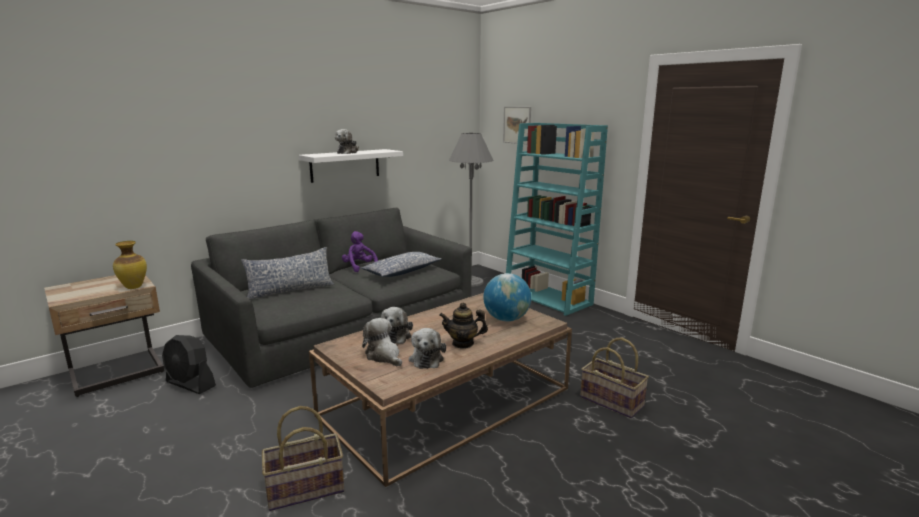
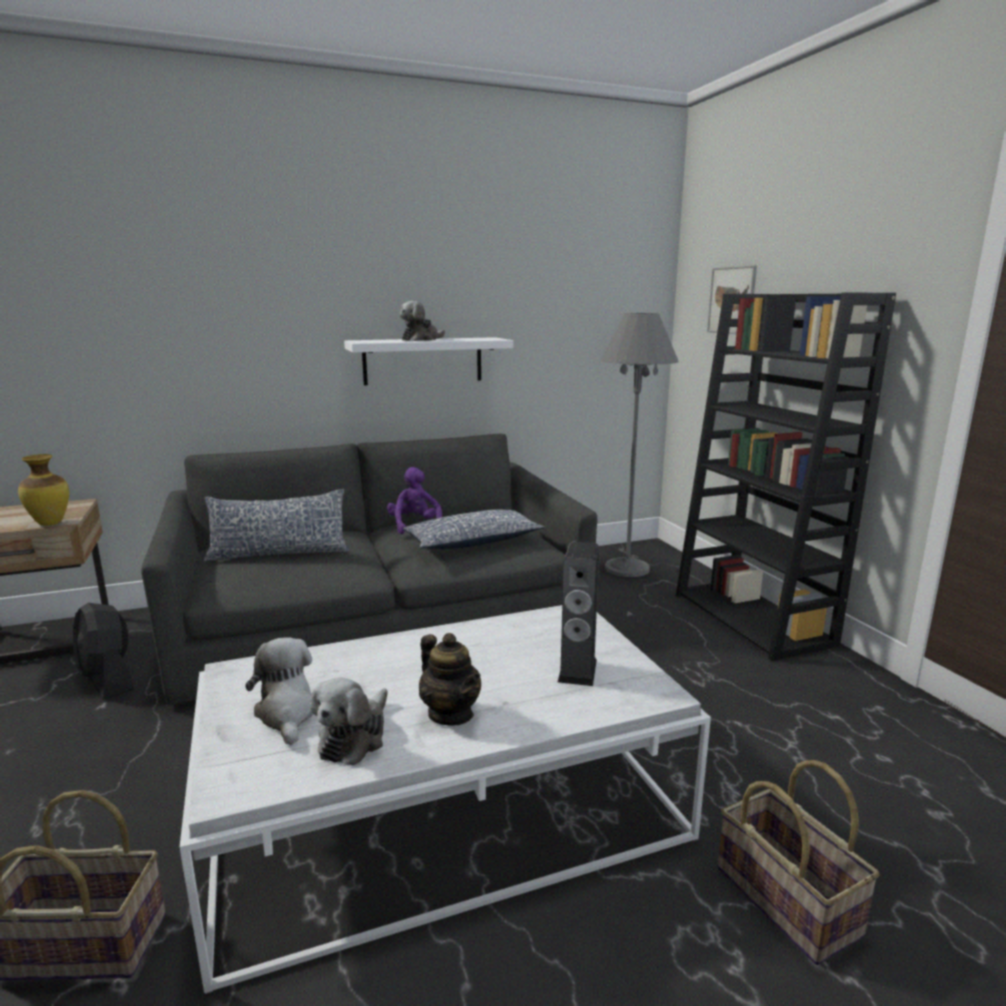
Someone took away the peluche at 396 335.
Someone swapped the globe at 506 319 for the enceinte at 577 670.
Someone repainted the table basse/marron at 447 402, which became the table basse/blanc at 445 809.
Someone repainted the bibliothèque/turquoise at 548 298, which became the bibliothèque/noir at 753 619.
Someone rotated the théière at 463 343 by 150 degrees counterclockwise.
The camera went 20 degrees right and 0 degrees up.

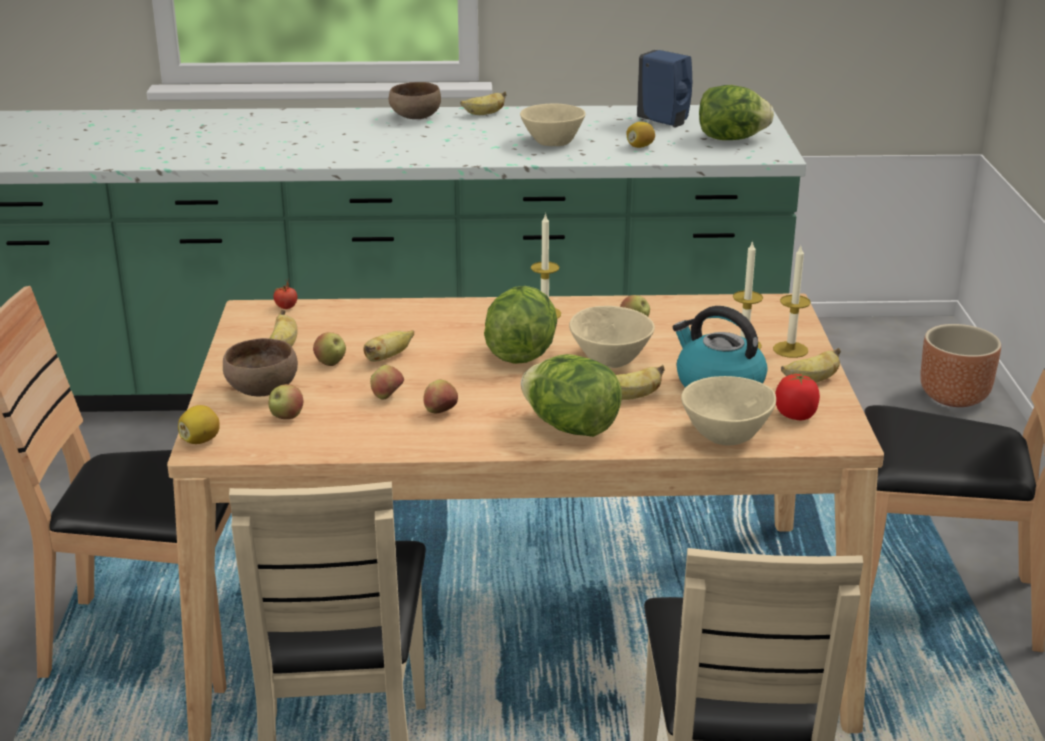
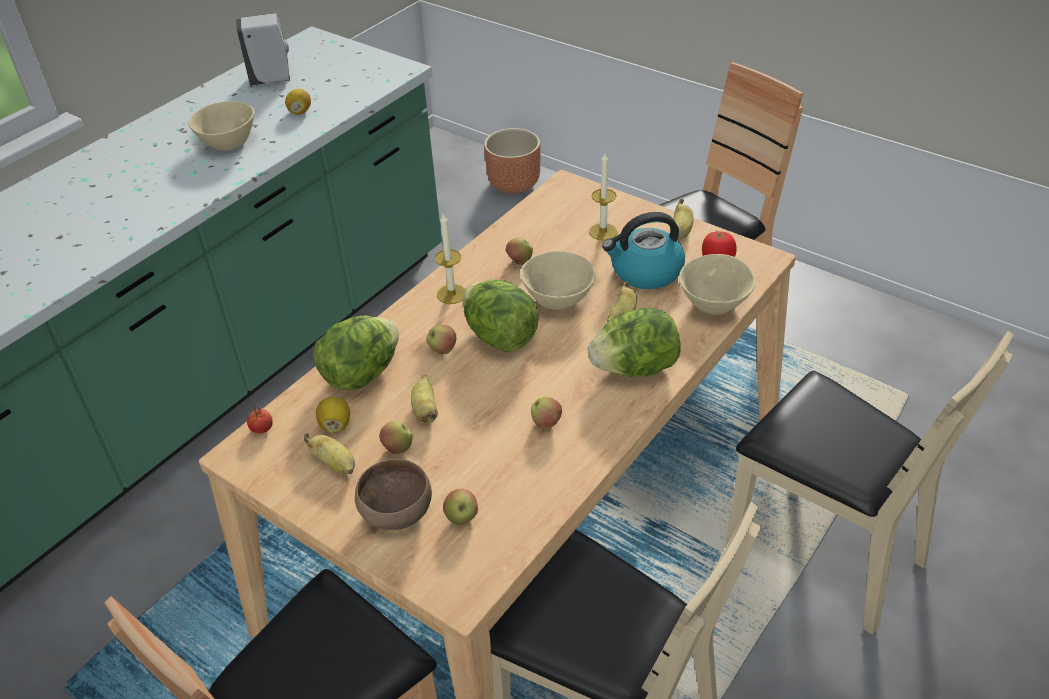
Someone took away the bol/marron at 414 117.
Someone took away the banane at 484 114.
Someone took away the bougie at 790 349.
Someone carried the citron from 201 440 to 335 425.
Someone carried the pomme from 387 397 to 443 350.
Someone carried the laitue from 731 139 to 361 374.
Someone repainted the distributeur de savon/bleu at 664 122, which became the distributeur de savon/blanc at 273 80.
The camera went 50 degrees left and 15 degrees up.

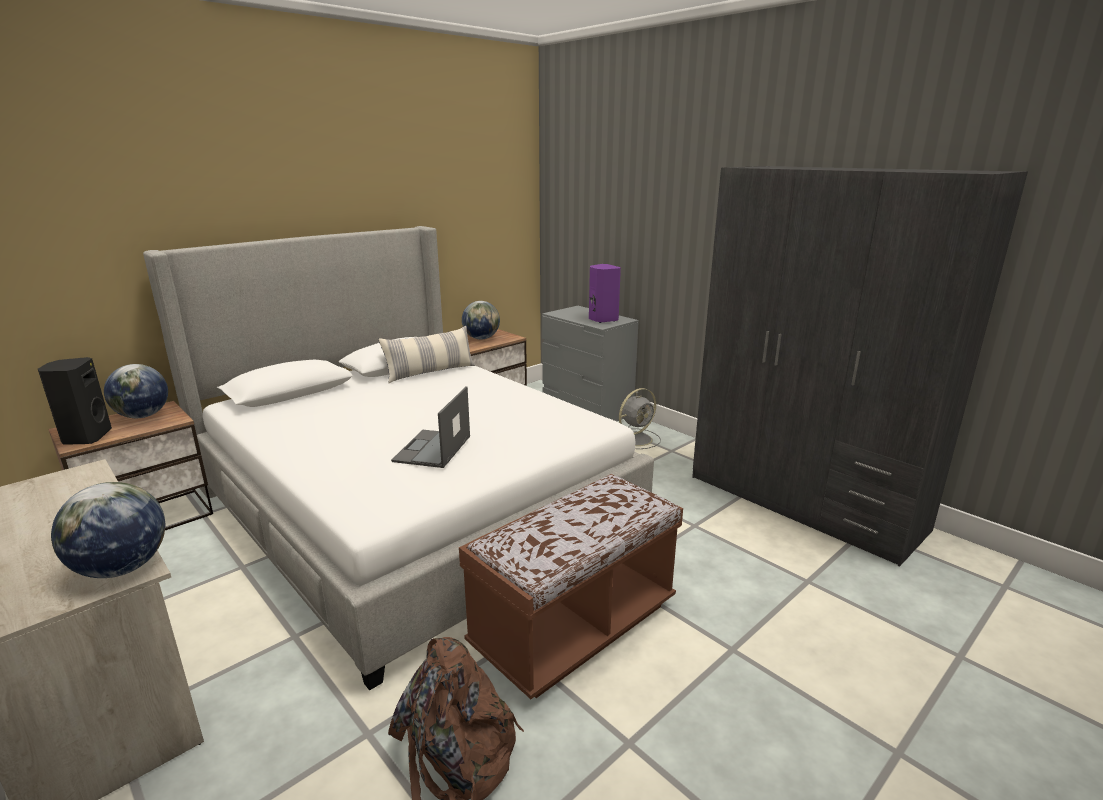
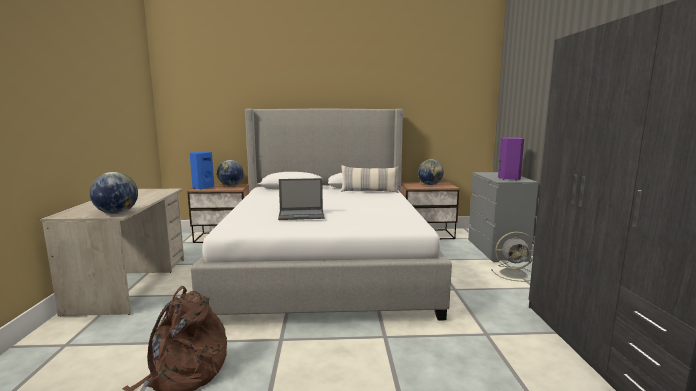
Someone took away the banc/marron at 574 626.
Someone repainted the enceinte/noir at 85 437, which became the enceinte/bleu at 202 188.
Someone rotated the ordinateur portable at 432 449 by 150 degrees counterclockwise.
The camera went 40 degrees right and 10 degrees down.

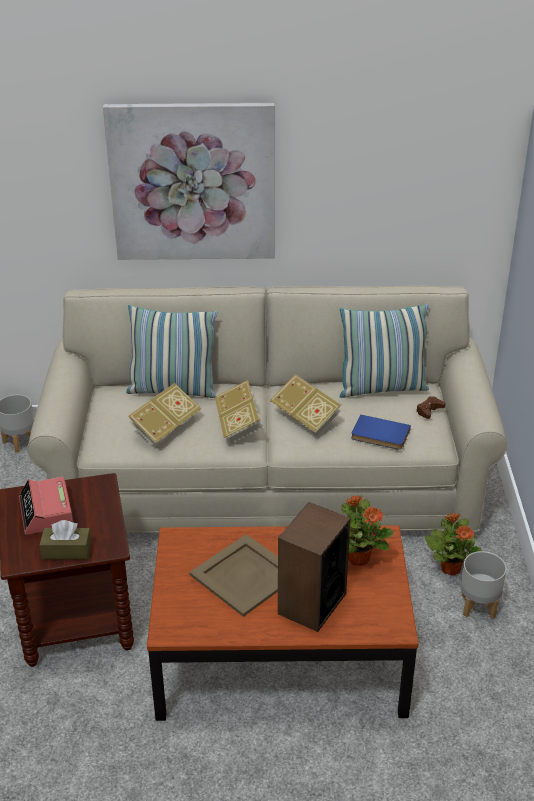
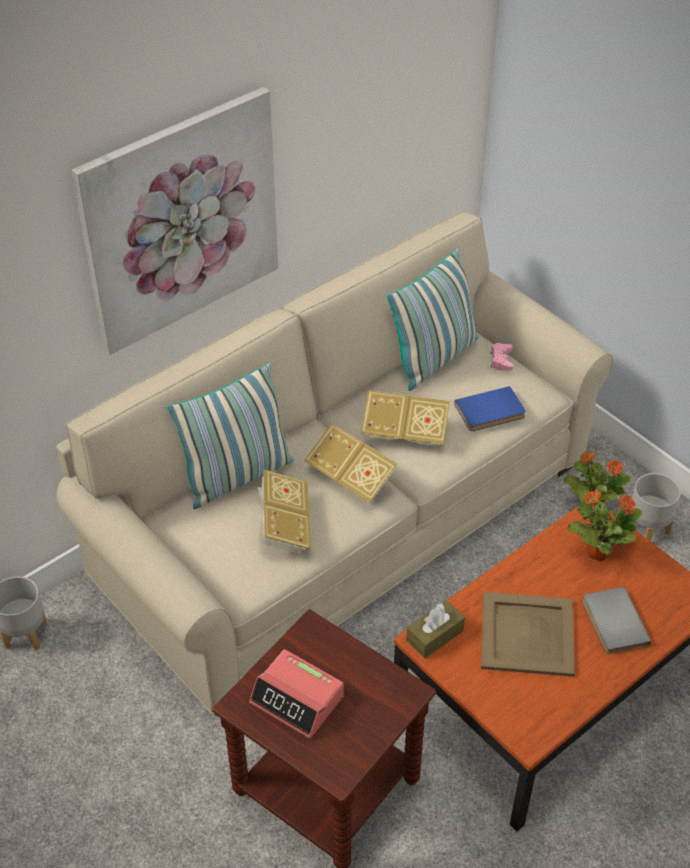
Someone carried the boîte à mouchoirs/marron from 67 551 to 434 635.
Someone swapped the enceinte at 311 603 for the livre/gris at 612 623.
Someone repainted the manette/marron at 429 410, which became the manette/rose at 501 360.
The camera went 40 degrees left and 10 degrees up.

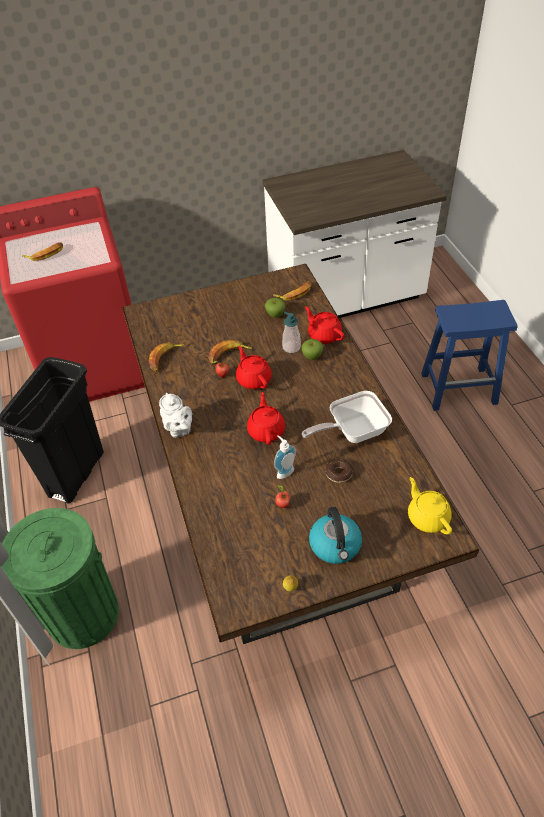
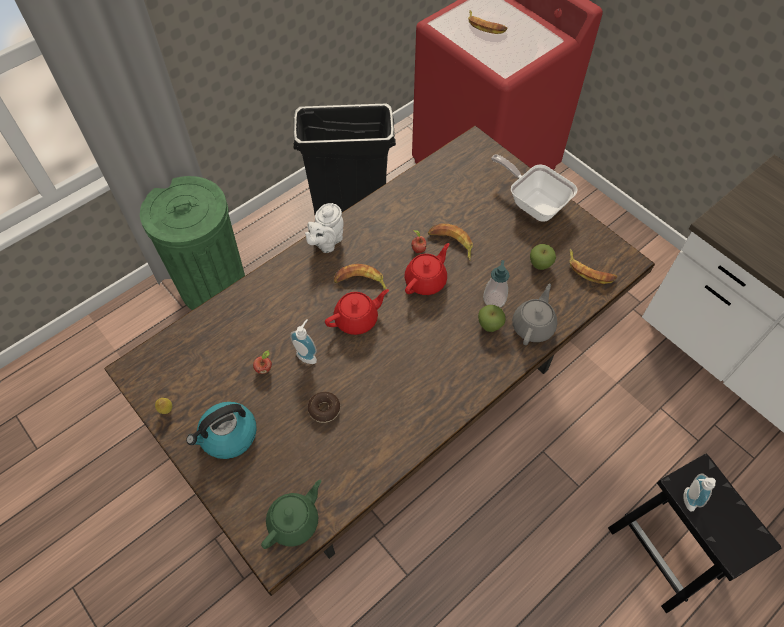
Someone put down the distributeur de savon at 686 499.
Someone carried the banane from 165 358 to 360 282.
Someone carried the poêle from 352 431 to 533 203.
Someone repainted the théière/rouge at 324 335, which became the théière/gris at 533 326.
Someone repainted the théière/jaune at 427 517, which became the théière/vert at 294 521.
Someone repainted the tabouret/bleu at 459 388, which became the tabouret/noir at 666 553.
The camera went 65 degrees right and 10 degrees up.

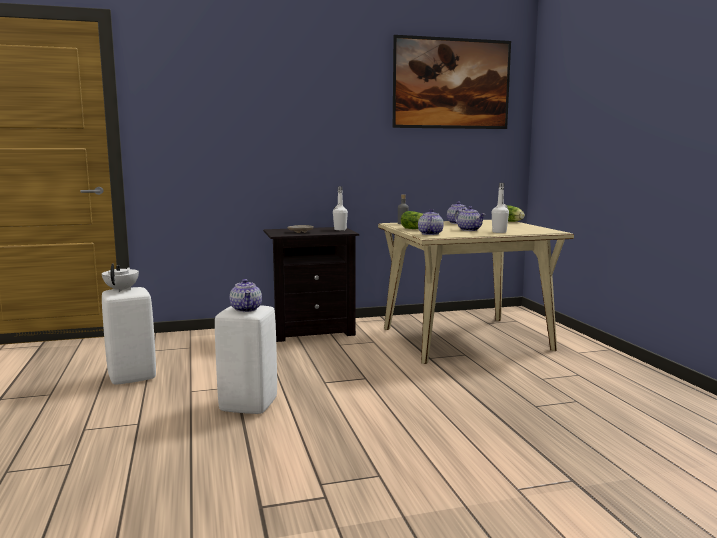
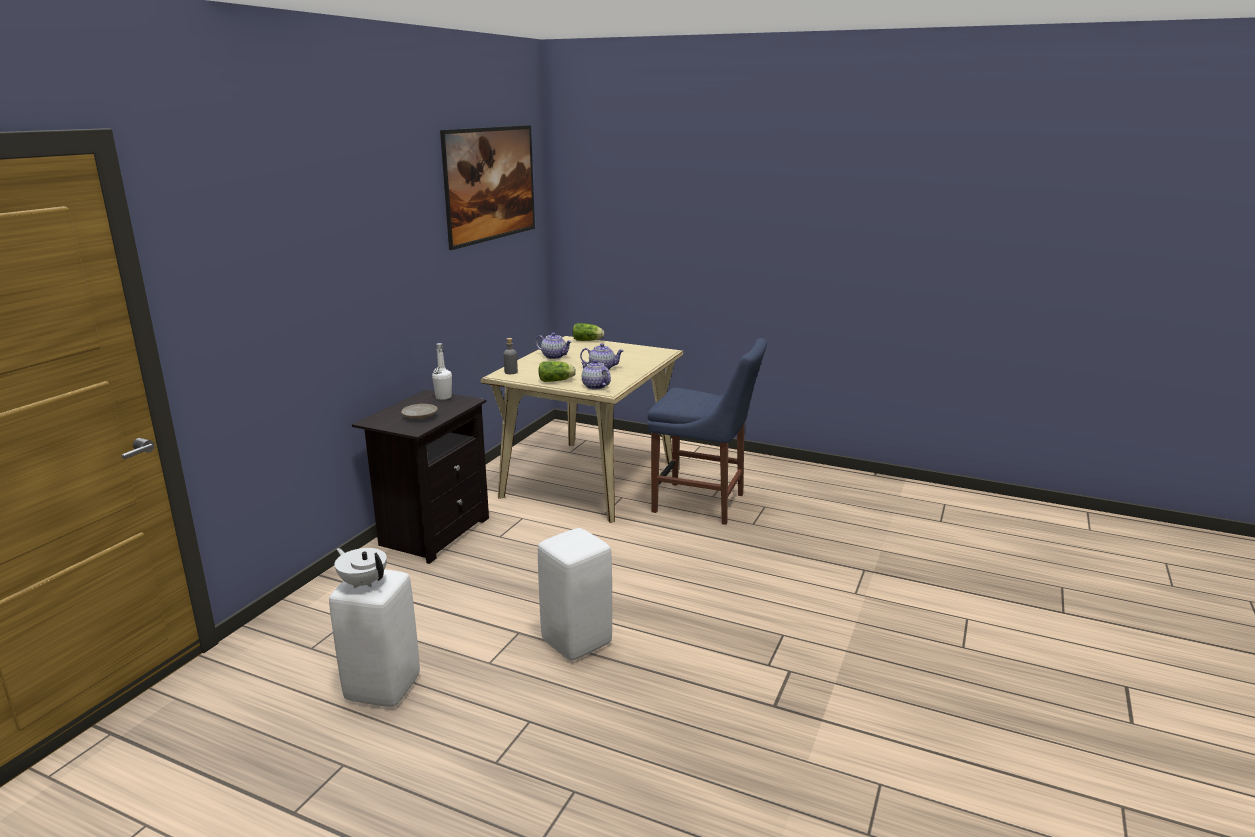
Someone took away the théière at 246 309.
Someone took away the bouteille/blanc at 499 232.
Someone put down the chaise/bleu at 703 504.
The camera went 50 degrees left and 10 degrees up.

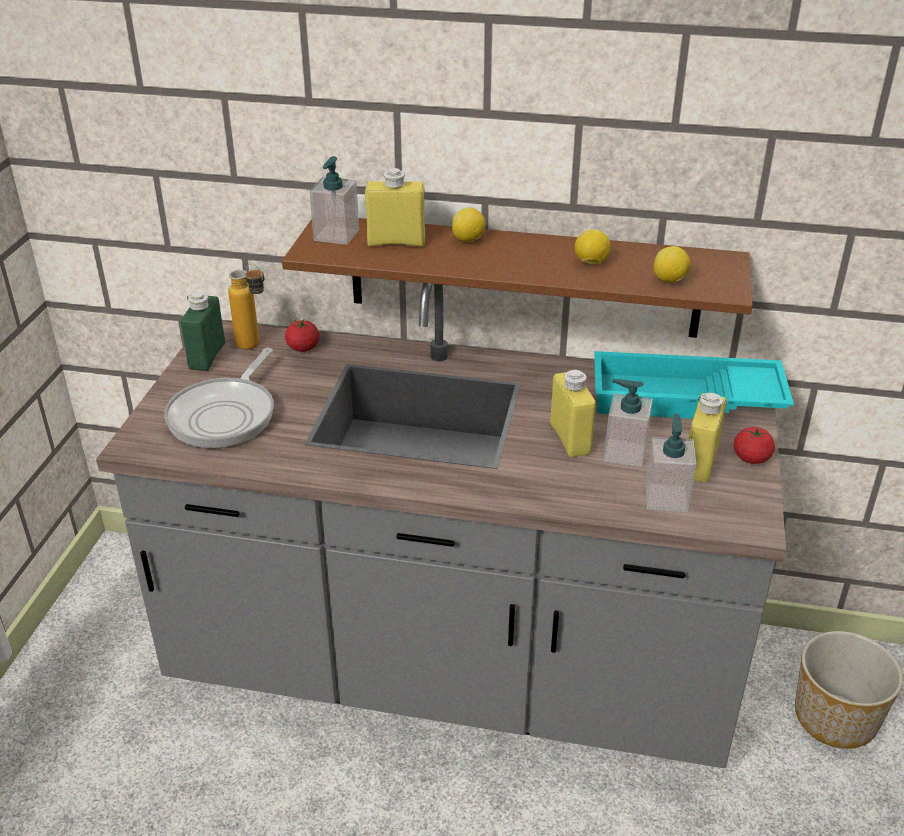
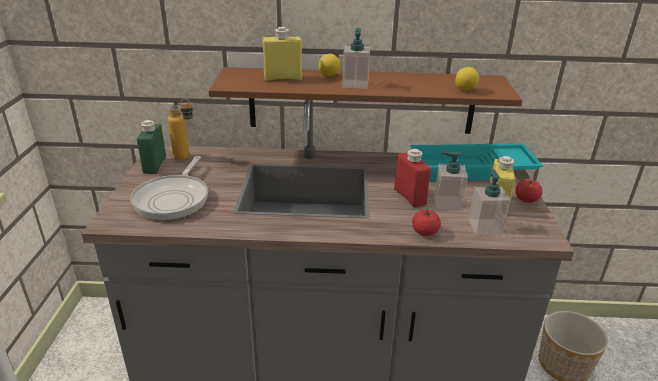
Someone took away the citron at 591 263.
Someone carried the tomate from 303 348 to 425 232.
Someone carried the distributeur de savon from 336 235 to 355 84.
Someone repainted the bouteille/jaune at 570 439, which became the bouteille/rouge at 409 197.
The camera went 10 degrees left and 5 degrees down.

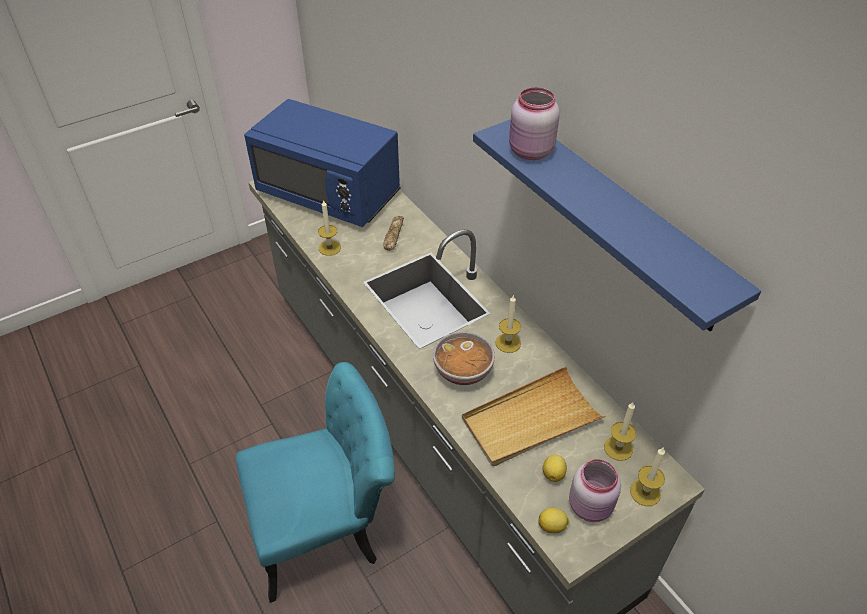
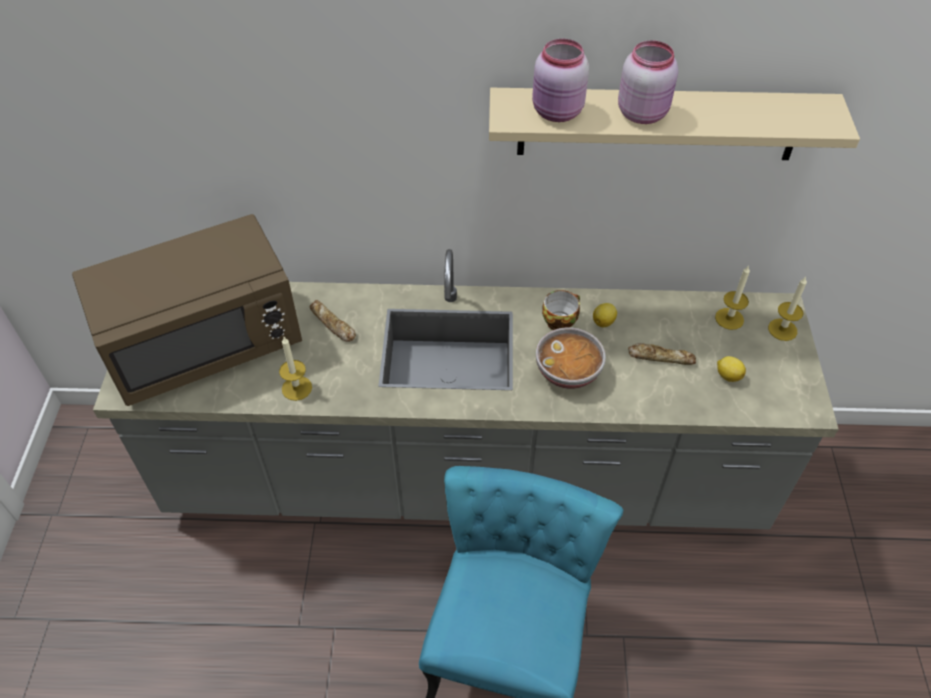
Someone carried the citron from 552 526 to 604 322.
Someone carried the bocal/rose from 591 506 to 643 113.
Someone swapped the plateau/beige at 530 420 for the pain at 660 357.
Someone swapped the bougie at 508 343 for the tasse at 560 320.
Someone repainted the micro-ondes/bleu at 329 194, which became the micro-ondes/marron at 205 343.
Someone repainted the étagère/bleu at 619 221, which became the étagère/beige at 658 124.
The camera went 55 degrees left and 5 degrees up.

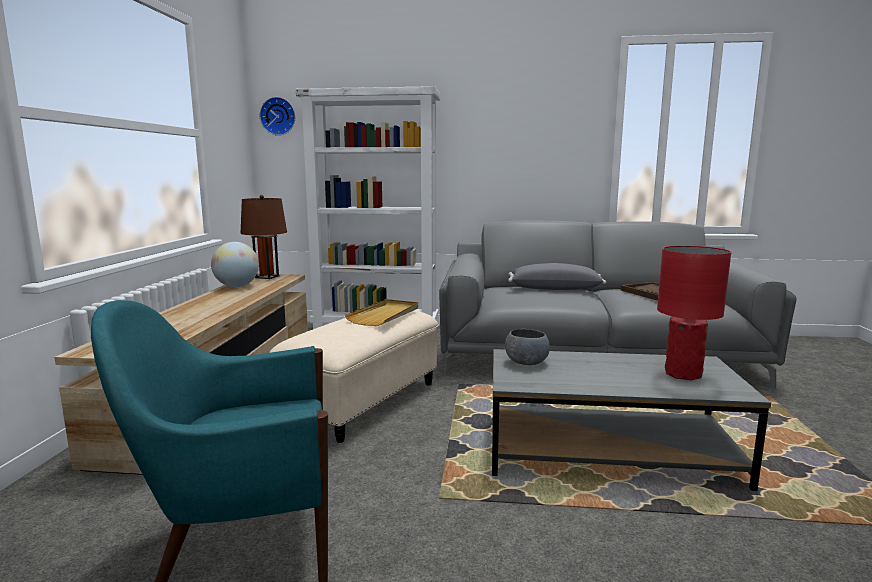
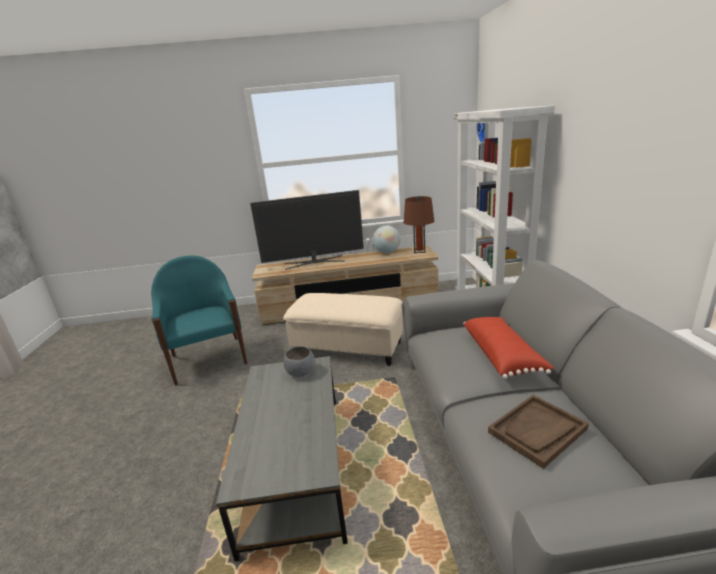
Someone took away the plateau/beige at 384 315.
Someone took away the lampe de table/rouge at 683 374.
Someone put down the téléviseur at 314 262.
Someone repainted the coussin/gris at 554 288, which became the coussin/rouge at 502 356.
The camera went 80 degrees right and 10 degrees up.

